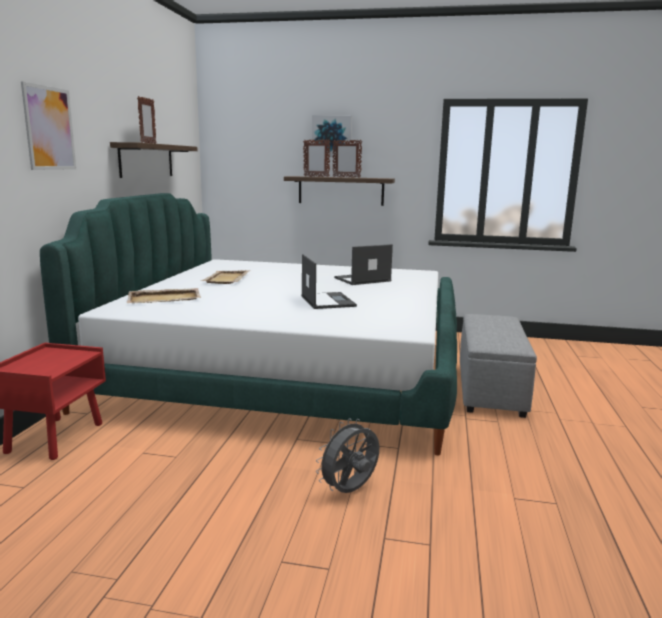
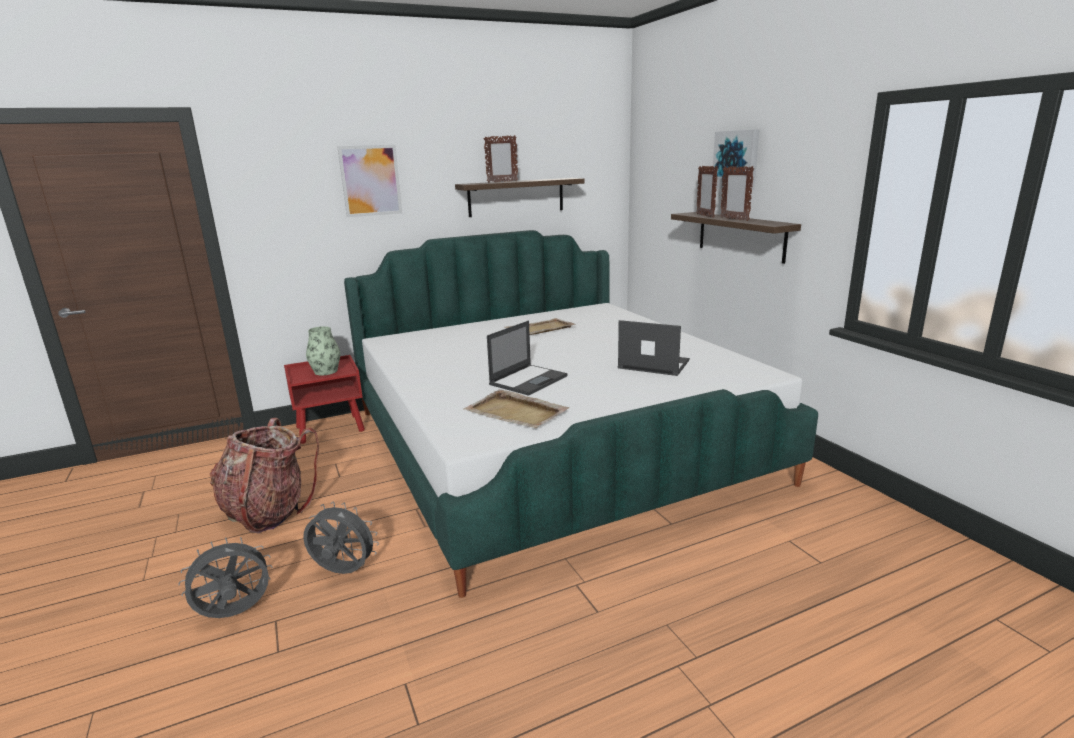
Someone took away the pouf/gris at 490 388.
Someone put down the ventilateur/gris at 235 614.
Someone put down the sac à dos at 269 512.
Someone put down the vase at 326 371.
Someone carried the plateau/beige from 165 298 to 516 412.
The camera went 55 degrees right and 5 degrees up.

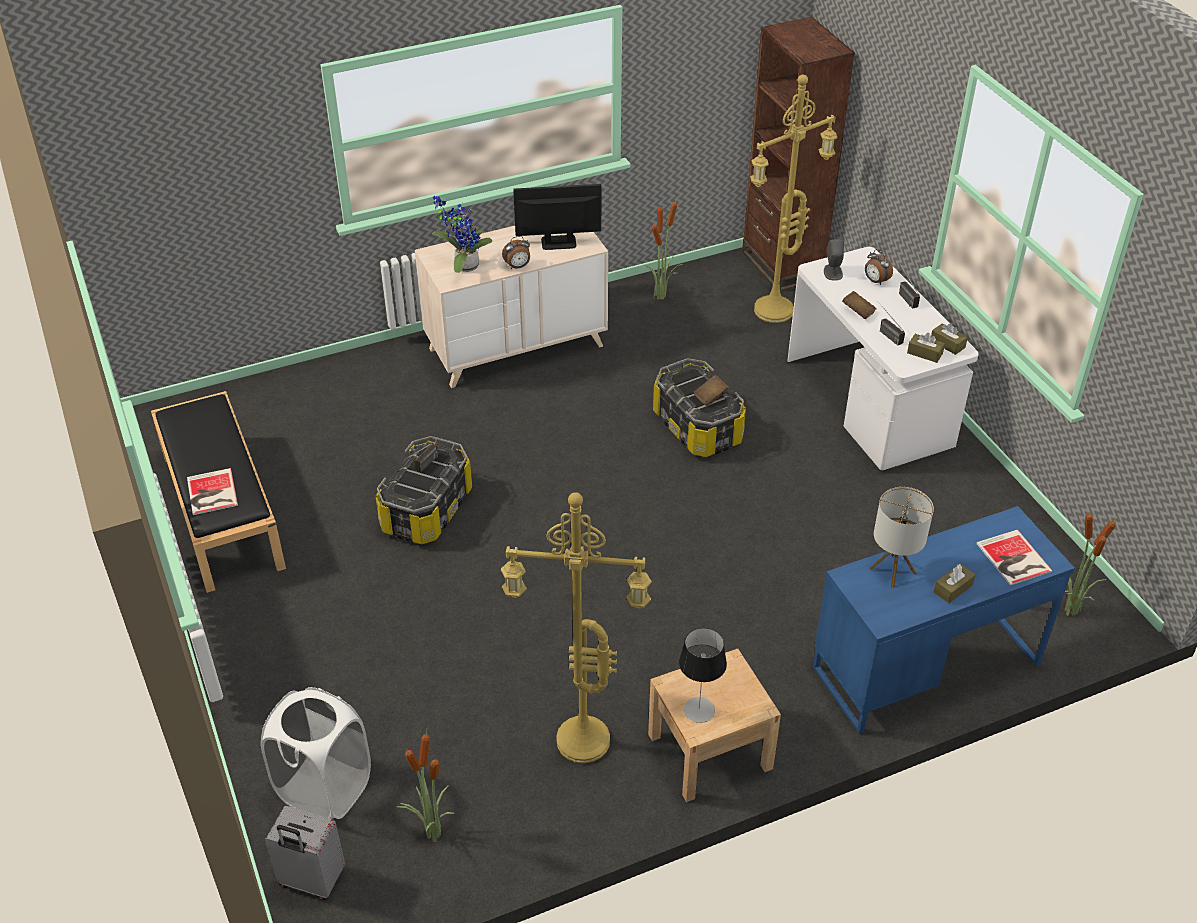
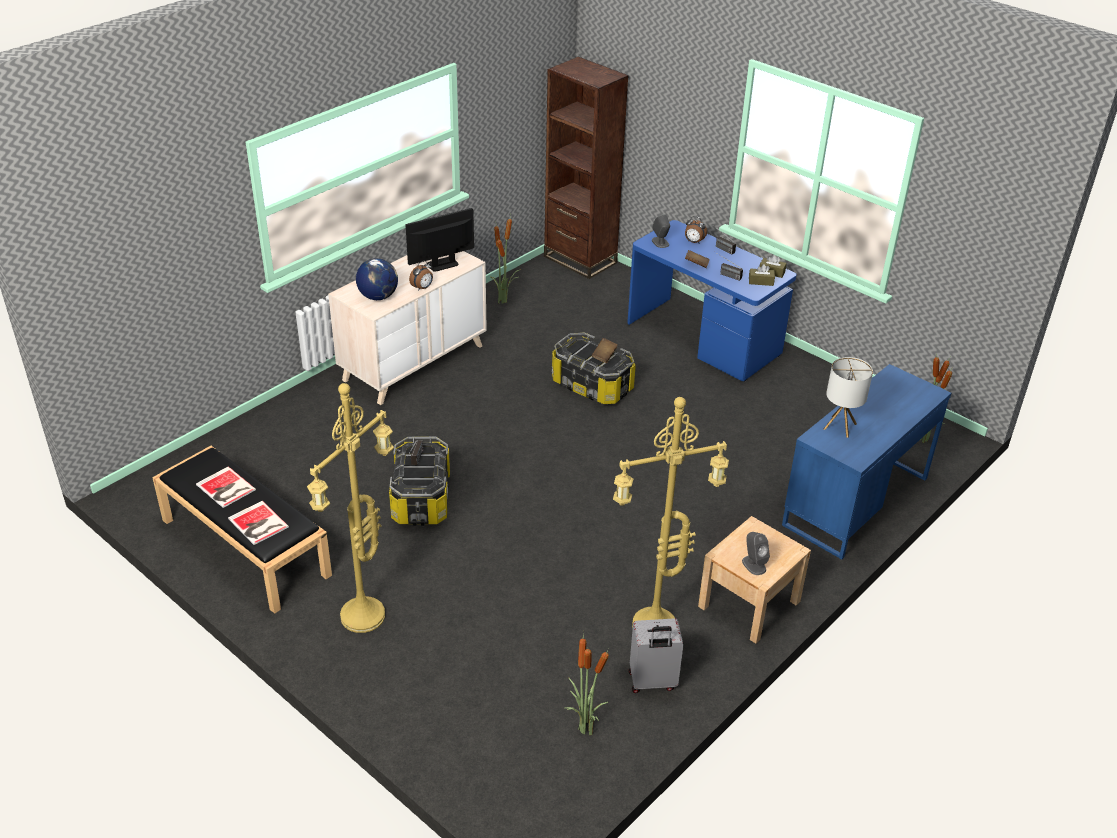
Someone took away the panier à linge/blanc at 324 789.
Someone took away the boîte à mouchoirs/marron at 953 588.
Someone carried the valise/gris from 311 881 to 652 682.
Someone carried the lampadaire/jaune from 774 312 to 364 618.
Someone carried the livre from 1013 559 to 225 488.
Someone swapped the plante en pot at 463 266 for the globe at 378 296.
Someone swapped the lampe de table at 699 710 for the enceinte/gris at 753 564.
Someone repainted the bureau/blanc at 869 404, which became the bureau/bleu at 704 339.
The camera went 25 degrees left and 5 degrees down.

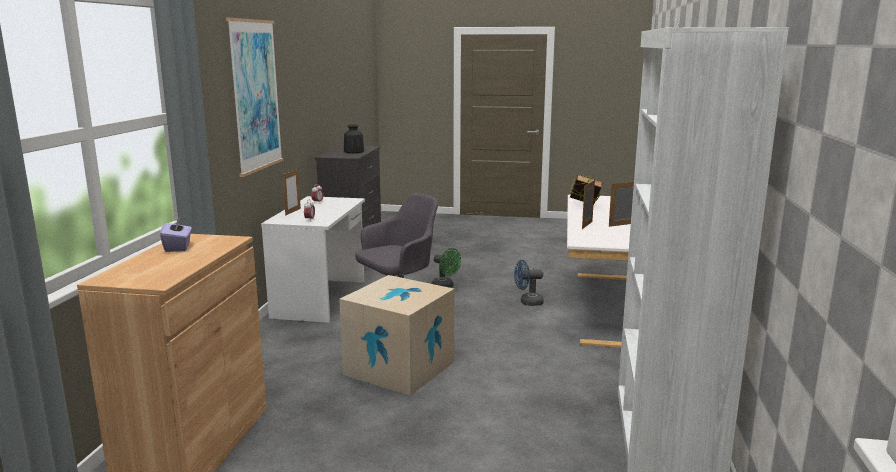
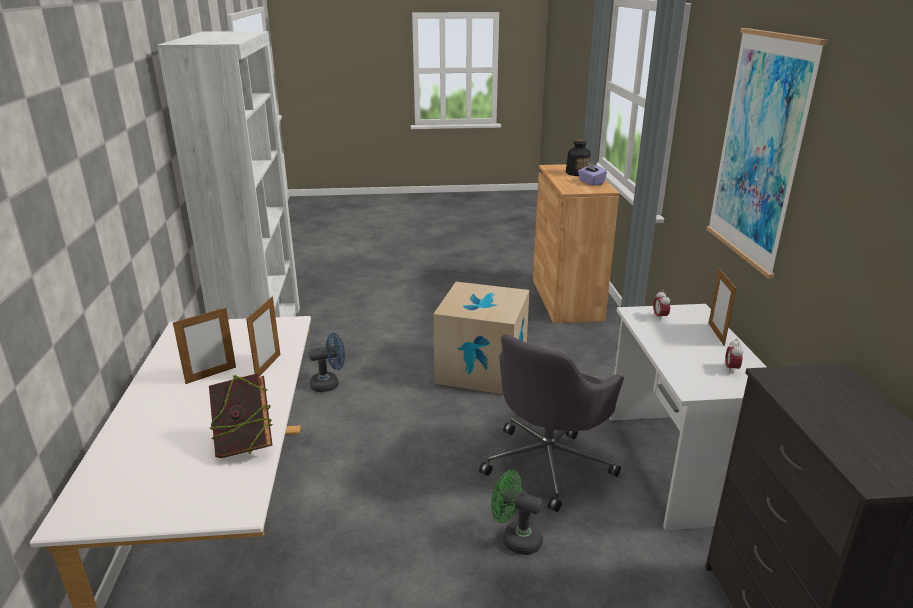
Someone carried the bouteille from 353 151 to 577 173.
Someone carried the ventilateur/bleu from 527 302 to 329 384.
The camera went 165 degrees right and 10 degrees up.

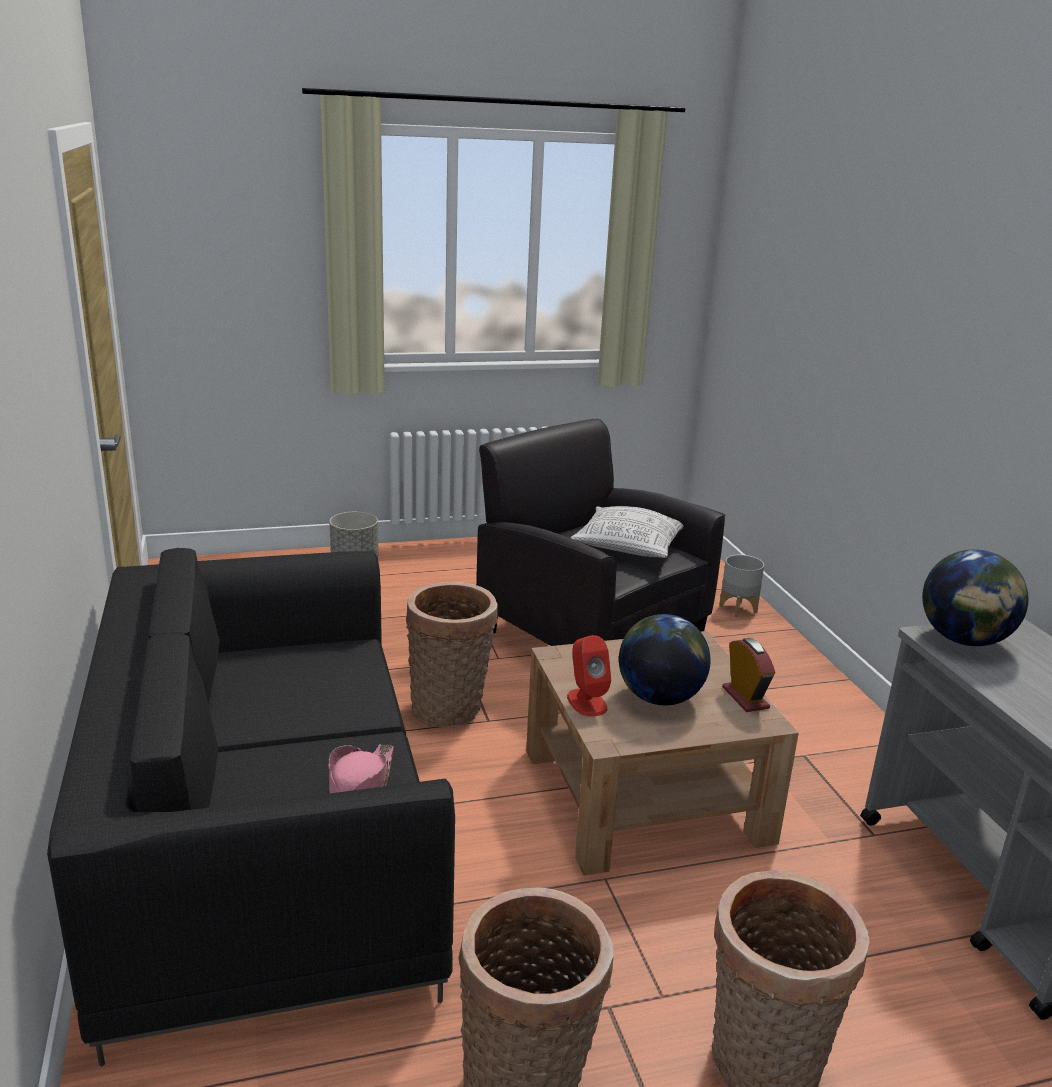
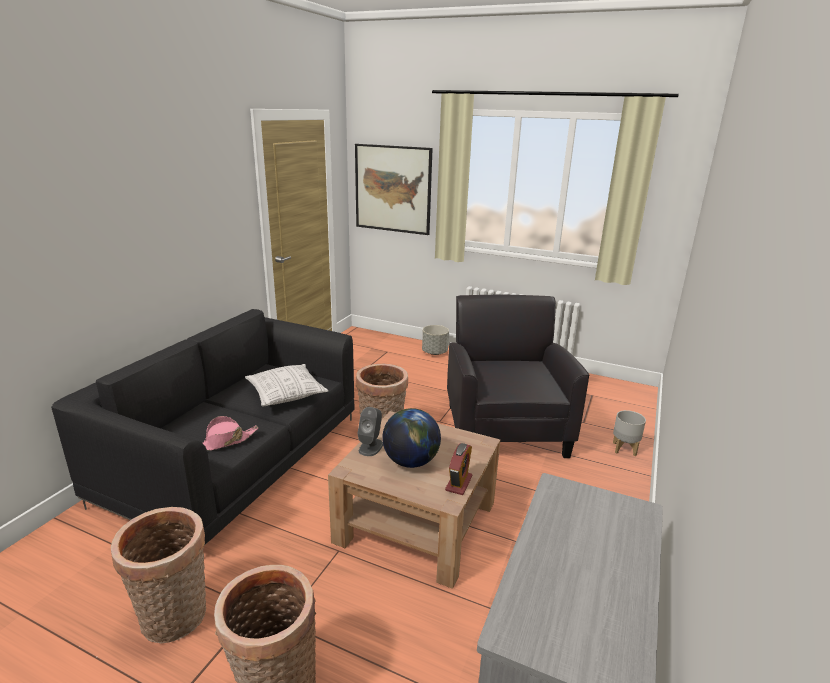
Someone took away the globe at 964 640.
Someone put up the tableau at 393 189.
Someone carried the coussin from 628 547 to 286 394.
Someone repainted the enceinte/rouge at 586 702, which became the enceinte/gris at 371 447.
The camera went 40 degrees right and 0 degrees up.

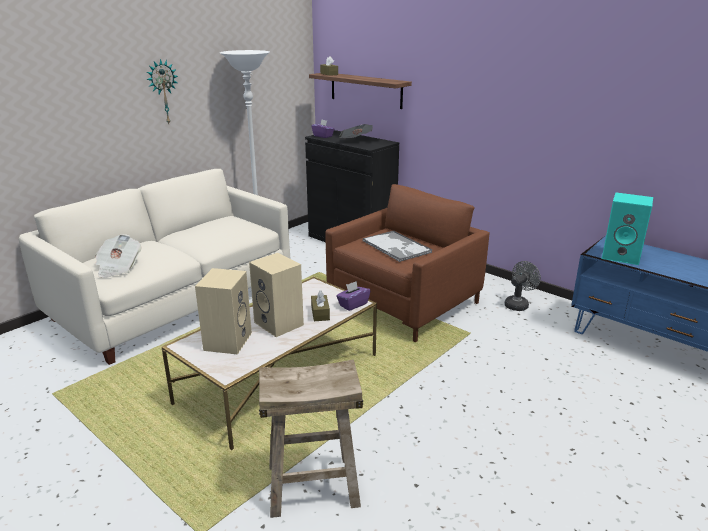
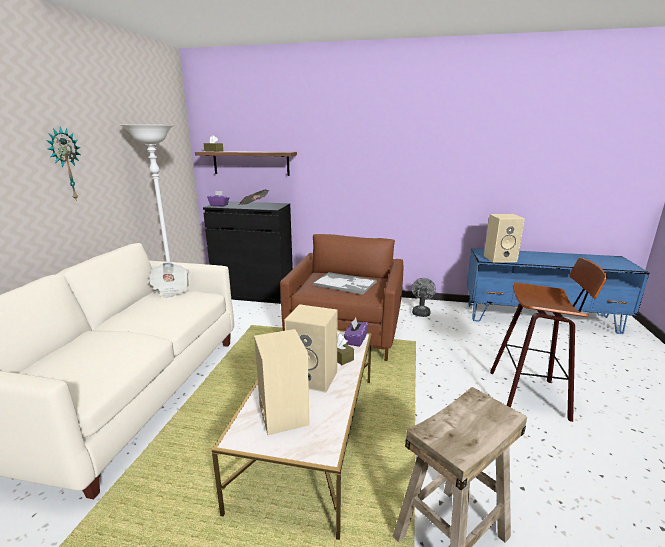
Someone put down the tabouret at 531 395.
Someone carried the journal from 118 268 to 171 290.
Someone repainted the enceinte/turquoise at 622 256, which became the enceinte/beige at 500 258.
The camera went 30 degrees left and 5 degrees down.

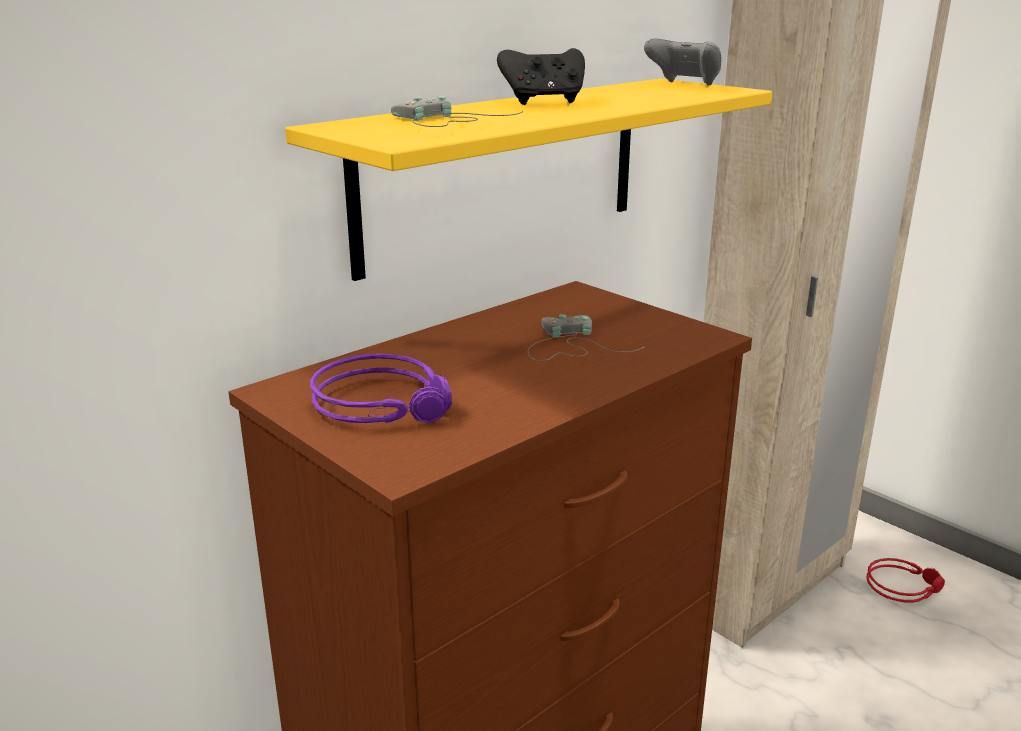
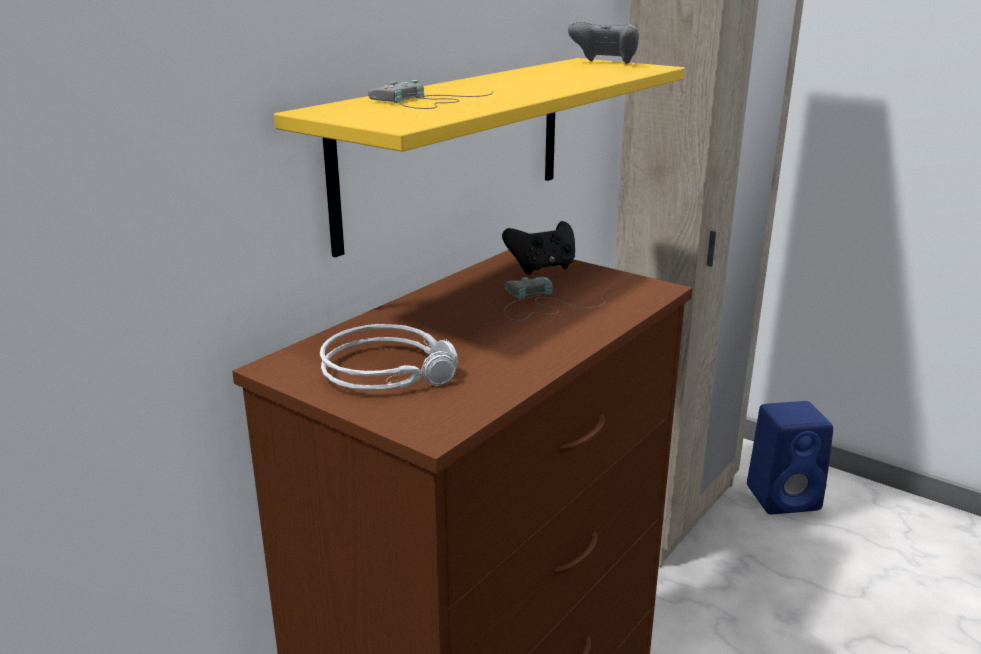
Someone carried the manette/noir from 544 102 to 542 268.
Someone swapped the casque audio/rouge at 903 585 for the enceinte/bleu at 785 497.
Someone repainted the casque audio/violet at 387 403, which became the casque audio/gris at 392 370.
The camera went 10 degrees left and 0 degrees up.

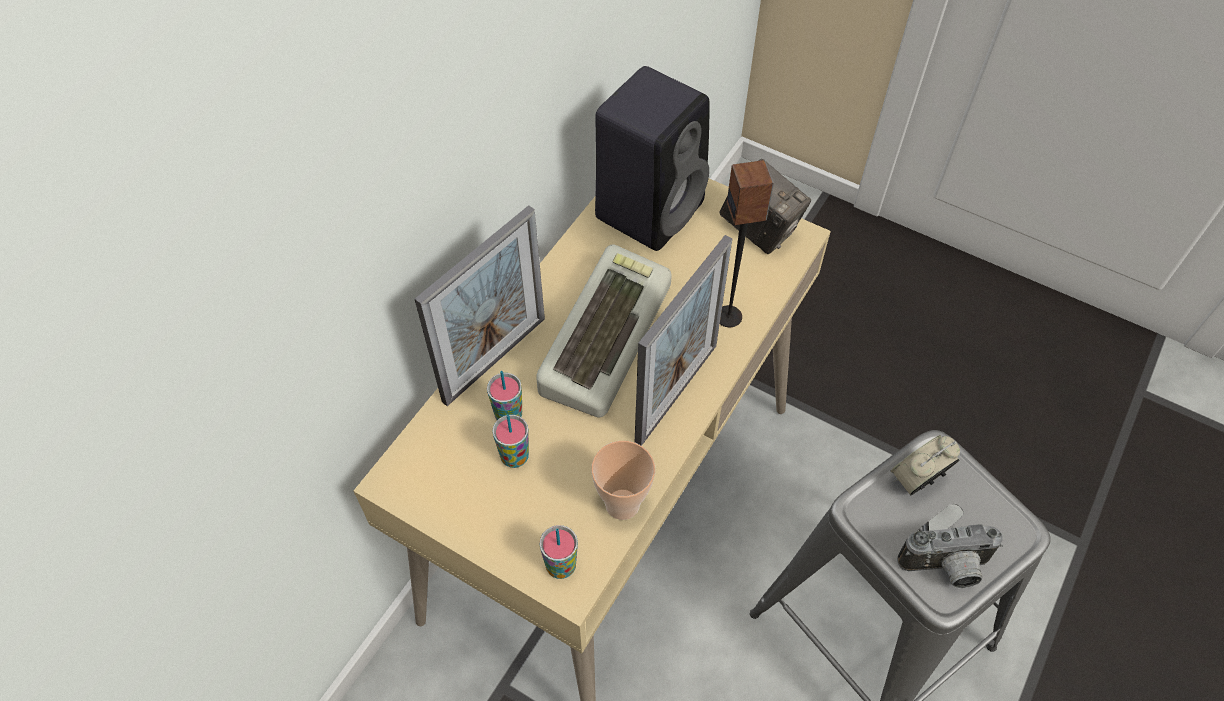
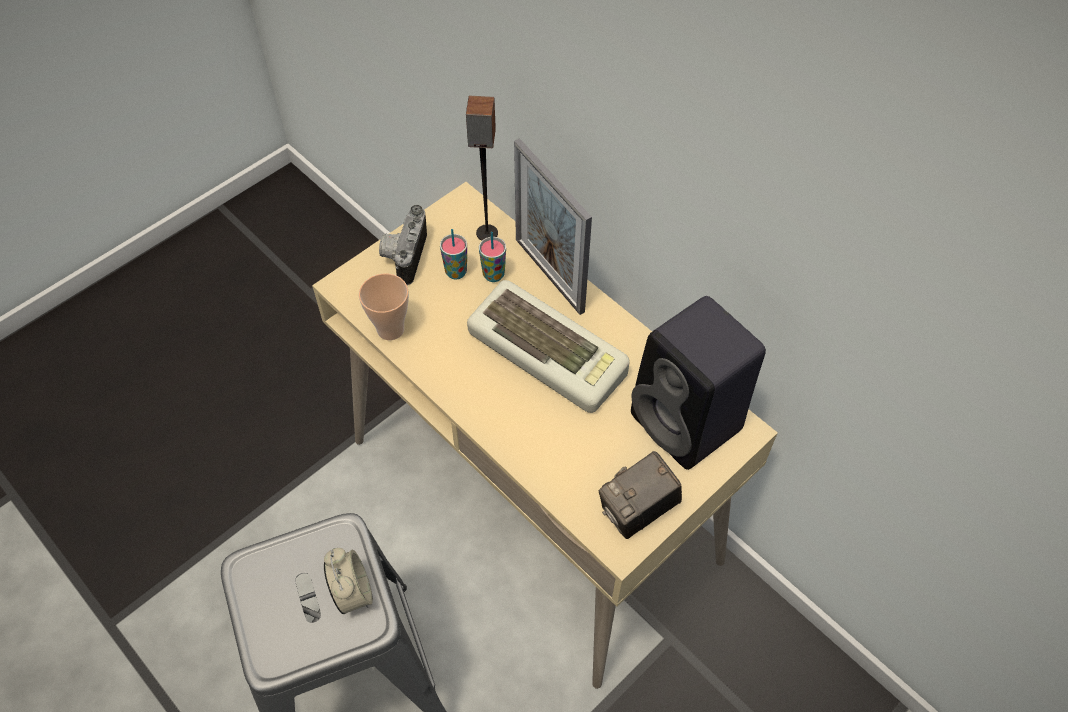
Someone took away the tasse at 561 566.
Someone took away the cadre photo at 676 393.
Someone carried the enceinte from 729 316 to 487 233.
Someone carried the appareil photo from 946 569 to 403 256.
The camera went 105 degrees right and 0 degrees up.

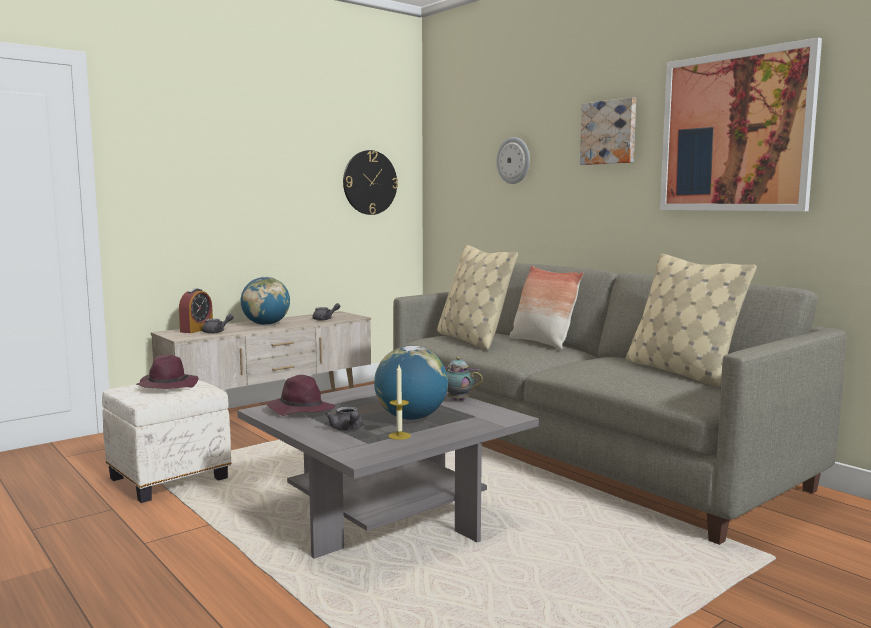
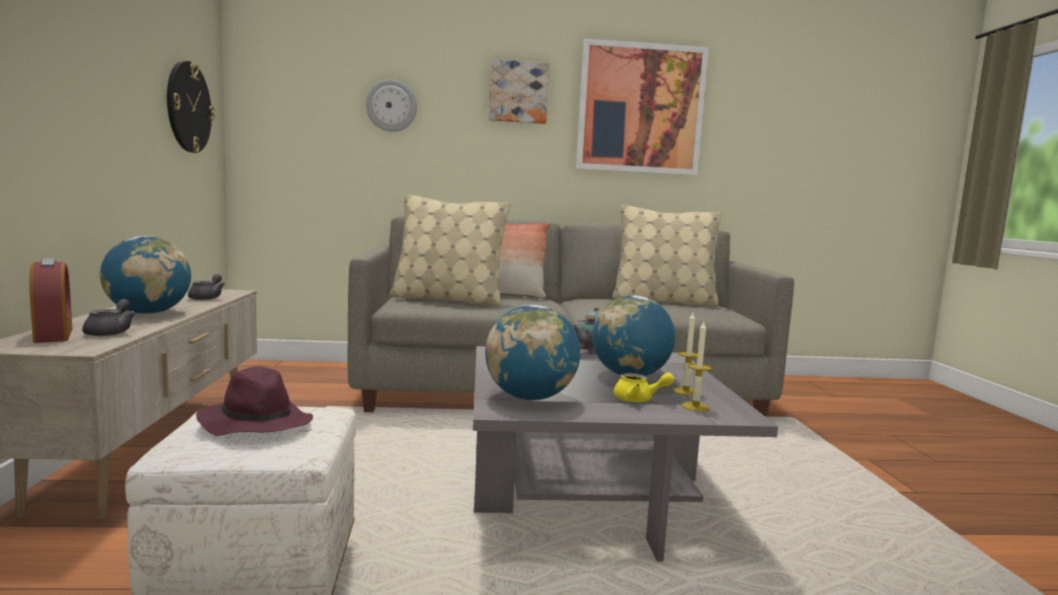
Someone put down the bougie at 695 406.
Someone swapped the chapeau/violet at 300 410 for the globe at 530 398.
Someone repainted the théière/gris at 347 429, which became the théière/jaune at 638 400.
The camera went 55 degrees left and 0 degrees up.

